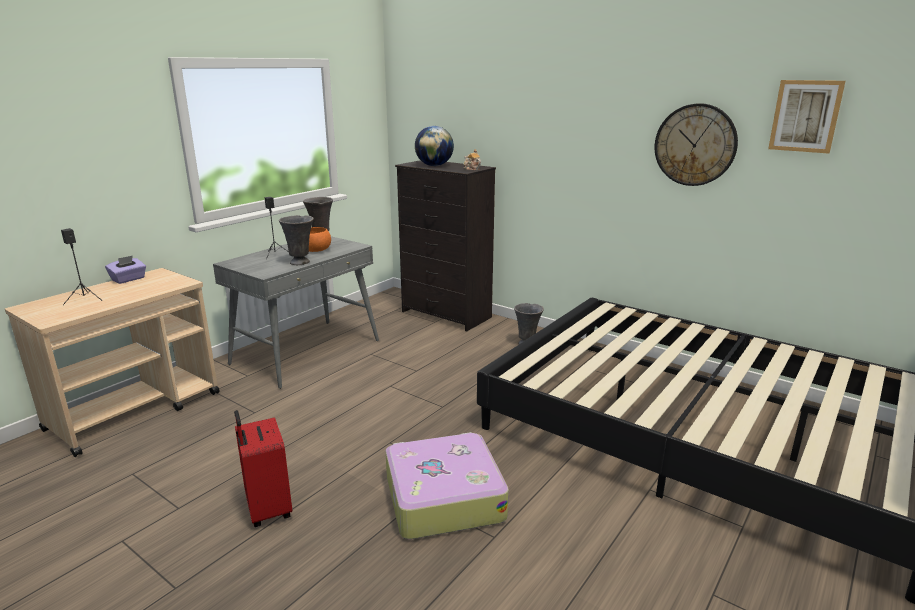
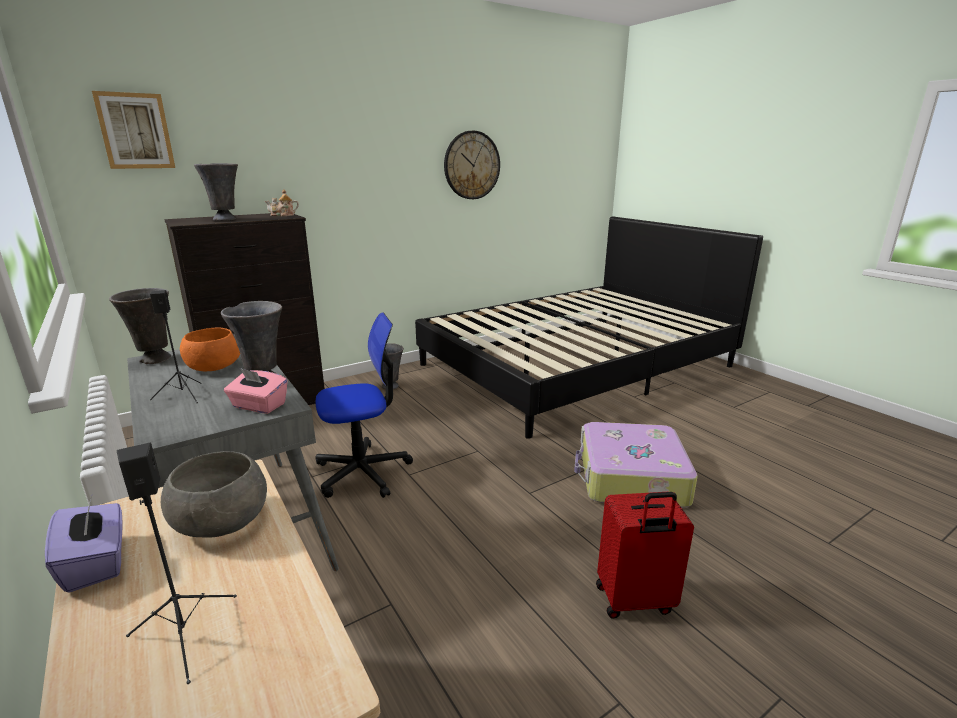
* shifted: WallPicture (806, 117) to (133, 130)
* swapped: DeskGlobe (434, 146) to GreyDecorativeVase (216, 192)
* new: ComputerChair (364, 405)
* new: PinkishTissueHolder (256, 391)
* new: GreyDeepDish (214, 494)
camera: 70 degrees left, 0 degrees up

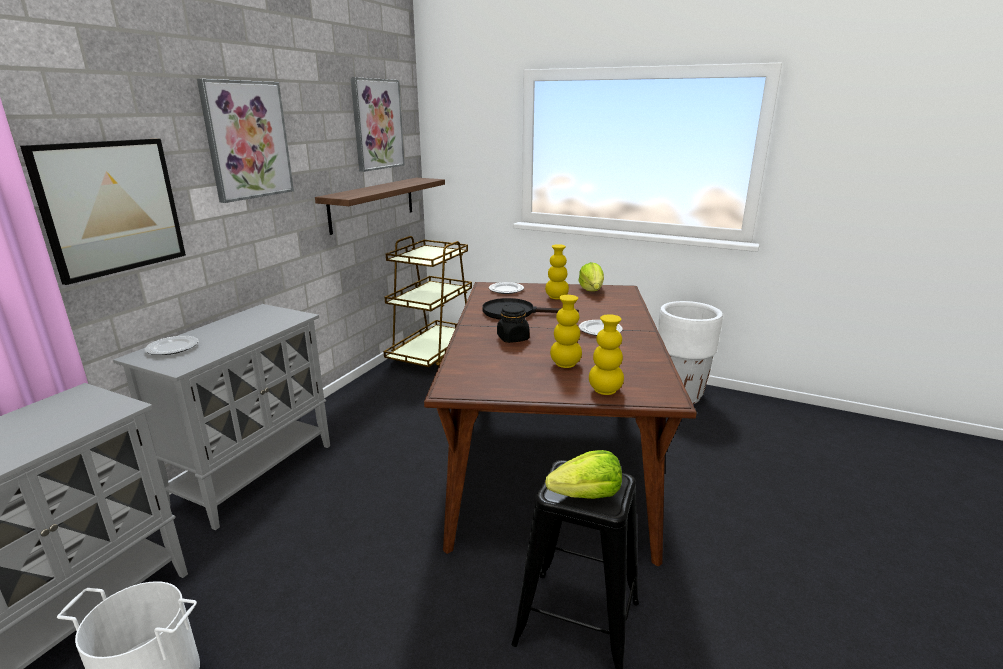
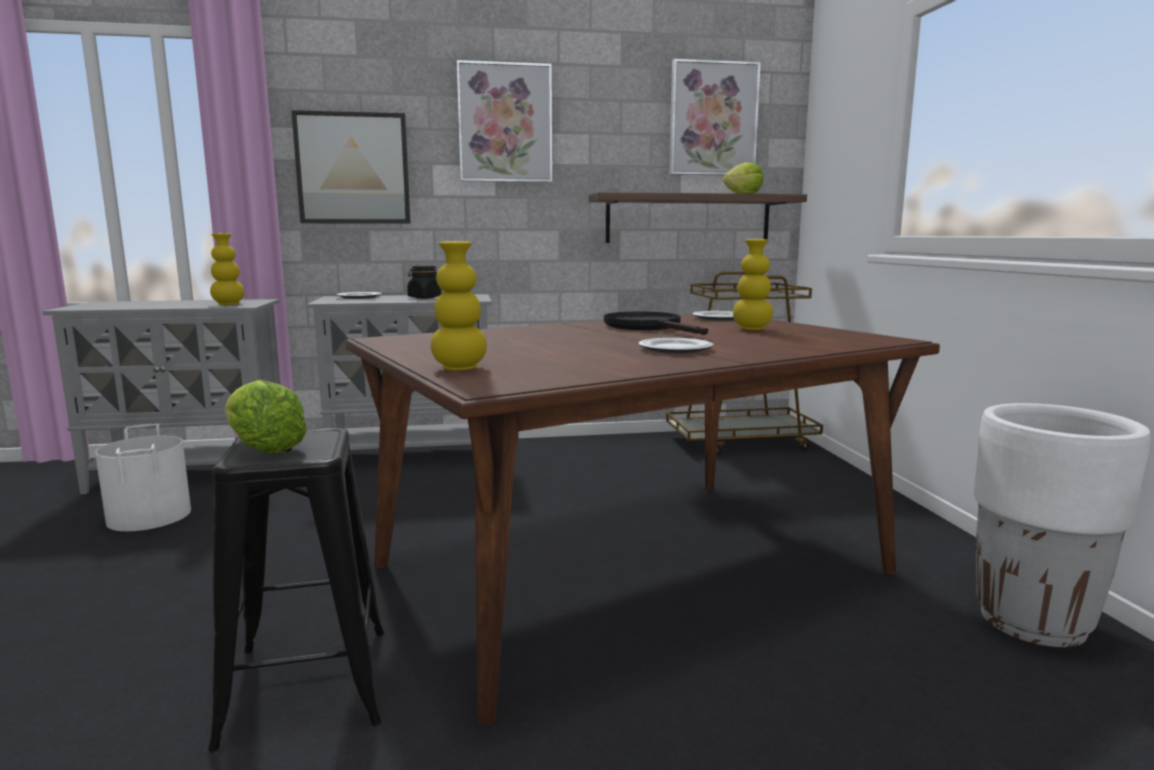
* shifted: HeadOfLettuce (591, 276) to (743, 178)
* shifted: YellowColouredDecorativeVase (566, 331) to (227, 269)
* shifted: BlackColouredStorageJar (513, 323) to (424, 282)
camera: 55 degrees right, 10 degrees down

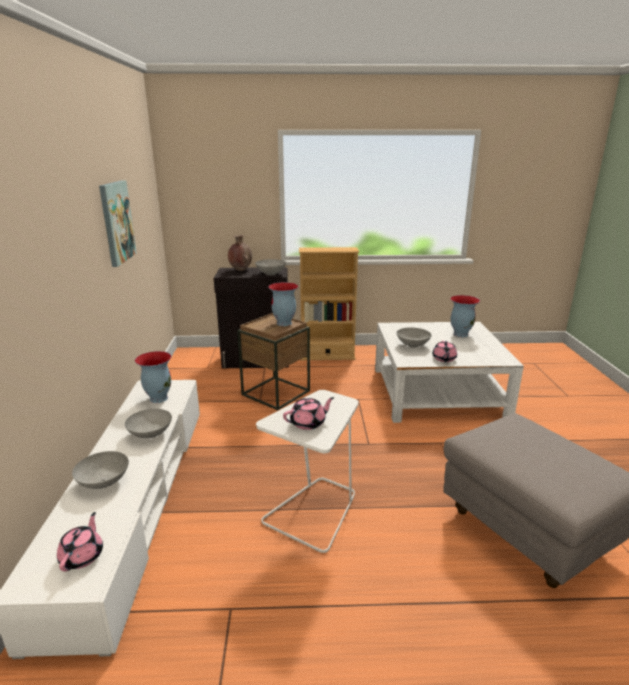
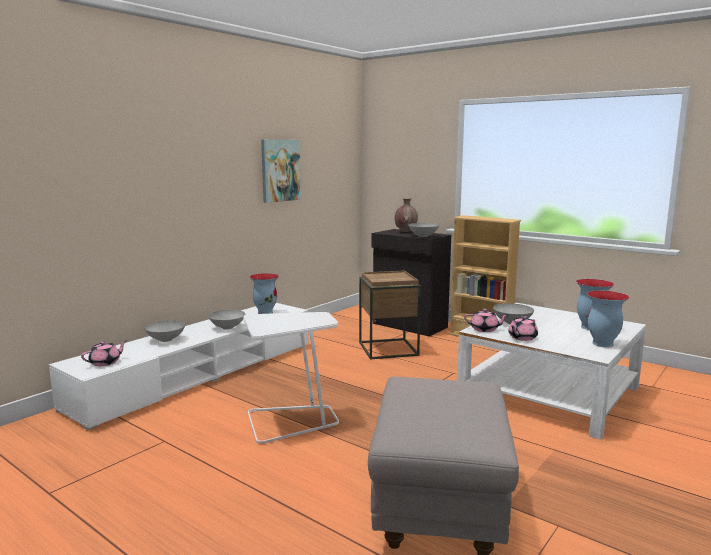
* shifted: DecorativeVase (283, 304) to (608, 318)
* shifted: PinkishTeapot (308, 413) to (486, 320)
camera: 40 degrees right, 10 degrees down

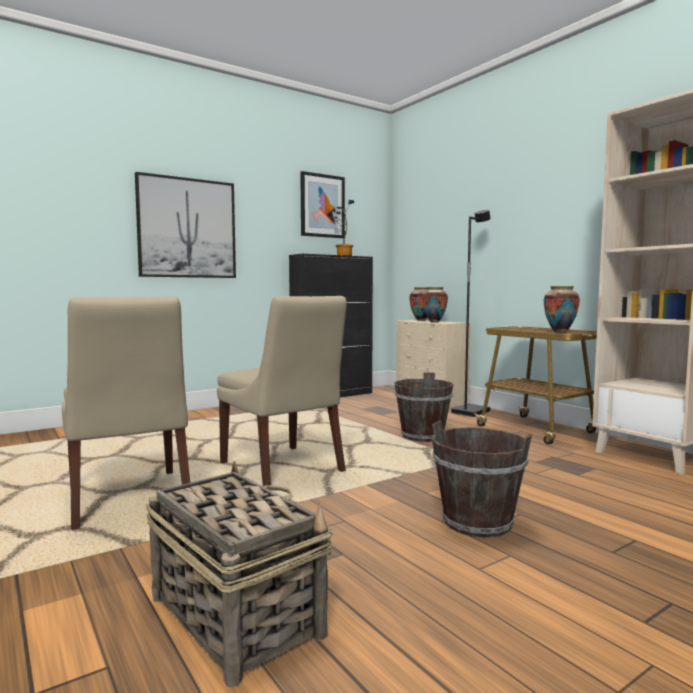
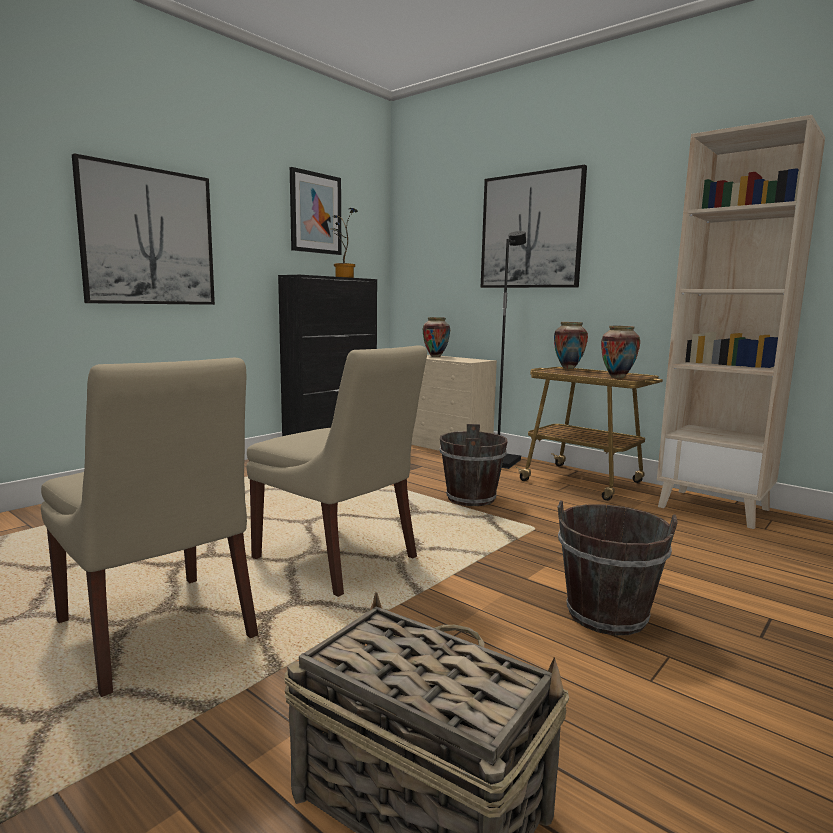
* shifted: DecorativeVase (435, 305) to (571, 345)
* new: WallPicture (534, 226)
camera: 15 degrees left, 5 degrees up

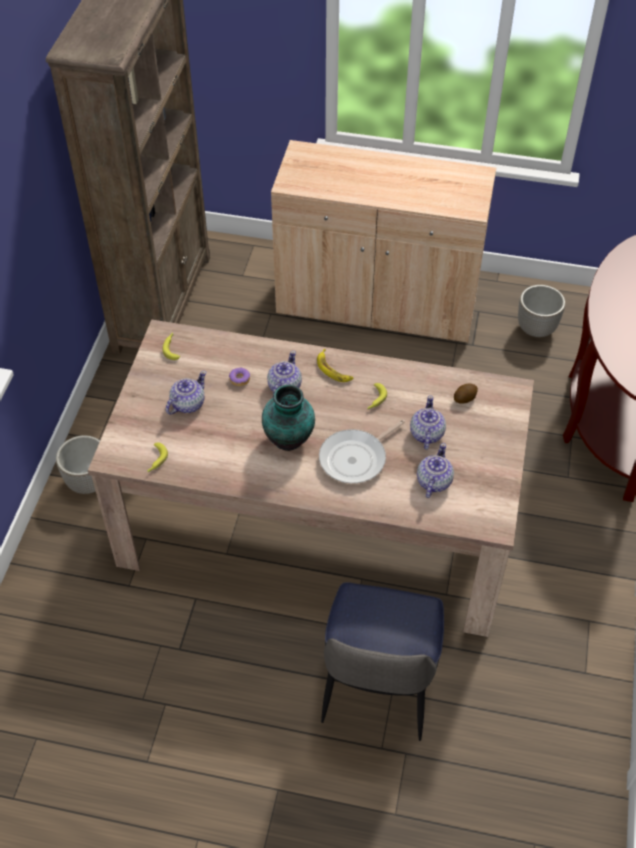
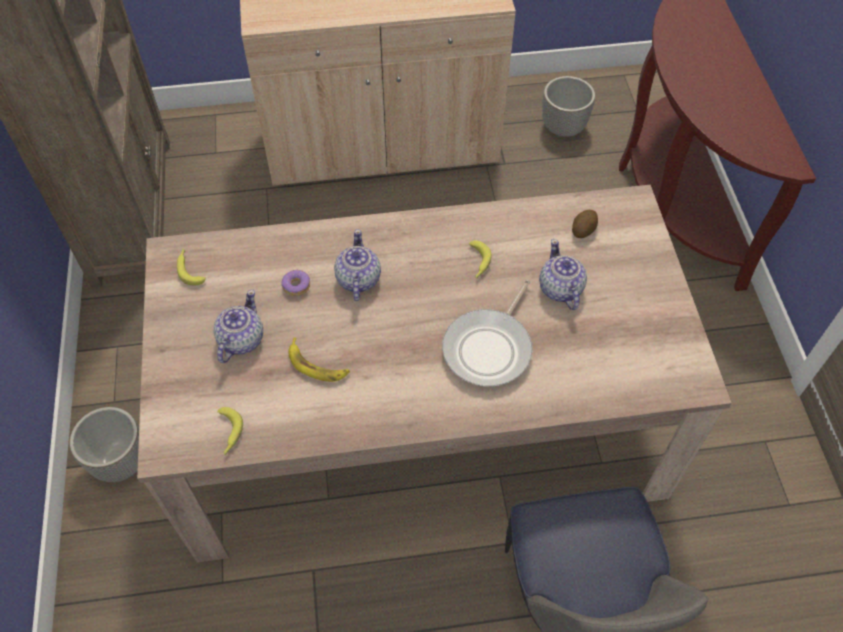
* shifted: BananaFruit (335, 365) to (319, 359)
* gone: DecorativeVase (288, 418)
* gone: Teapot (435, 470)
camera: 20 degrees left, 5 degrees up

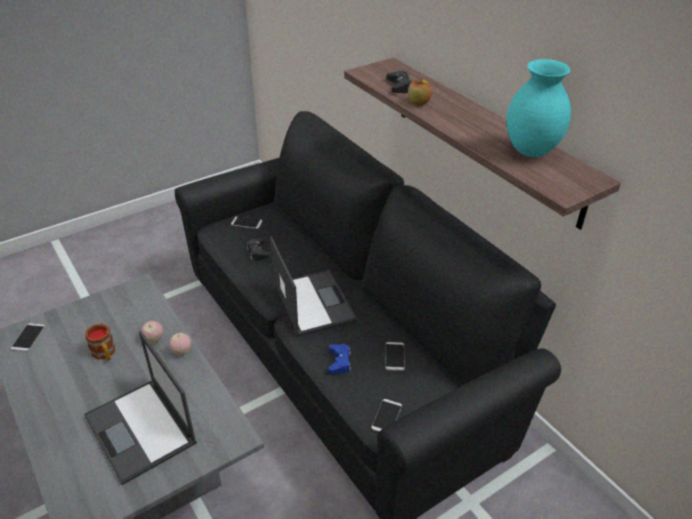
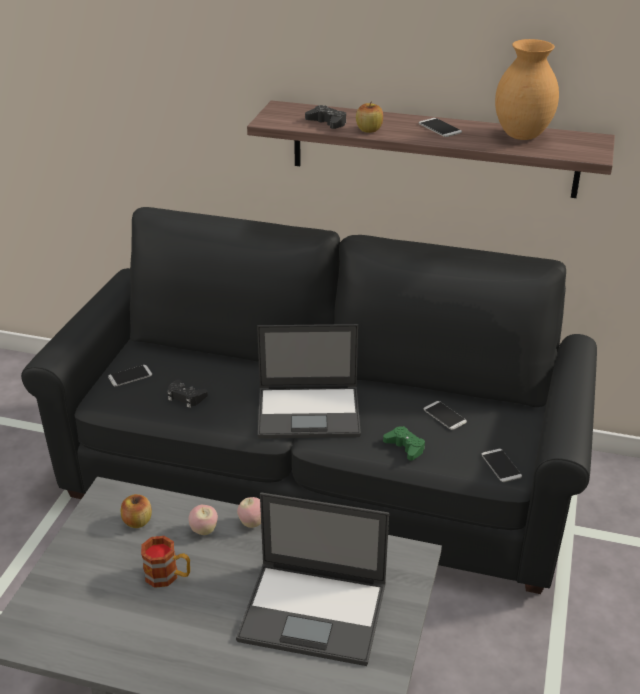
* repainted: TurquoiseColouredDecorativeVase (539, 108) to BrownishDecorativeVase (527, 89)
* rotated: Laptop (313, 286) = (309, 381) 150 degrees clockwise
* shifted: Telephone (28, 337) to (440, 127)
* repainted: BlueColouredGameController (340, 359) to GreenishGameController (404, 443)
* new: AppleFruit (136, 511)
camera: 40 degrees left, 5 degrees down

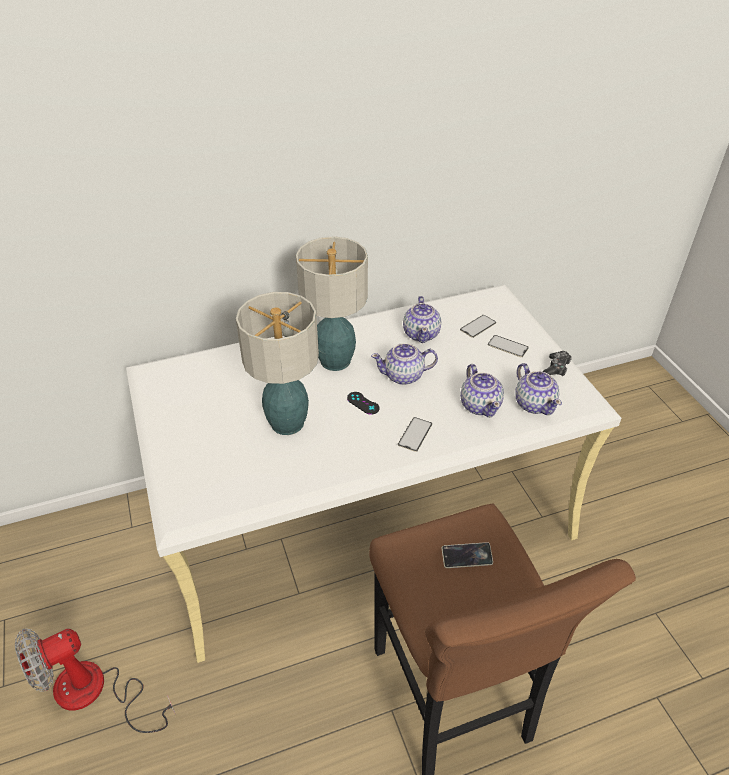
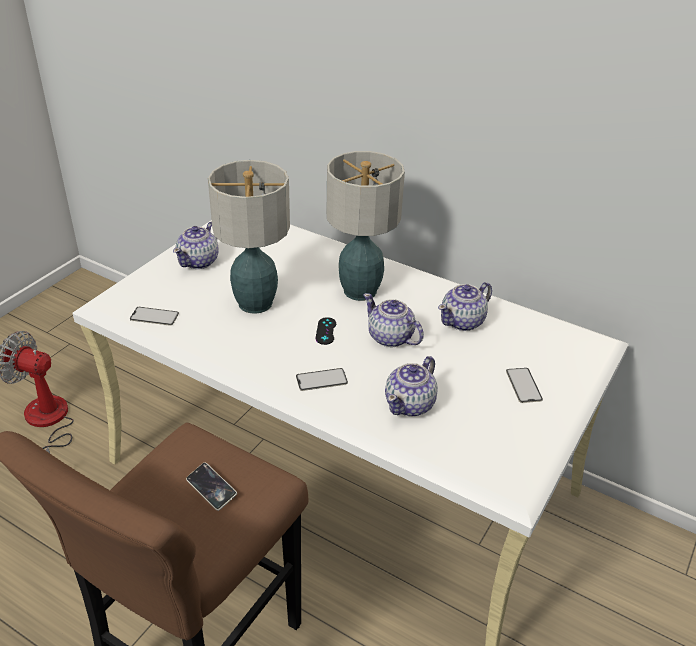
* shifted: Telephone (478, 326) to (154, 316)
* gone: GameController (557, 363)
* shifted: Teapot (538, 389) to (196, 245)
camera: 50 degrees right, 5 degrees down

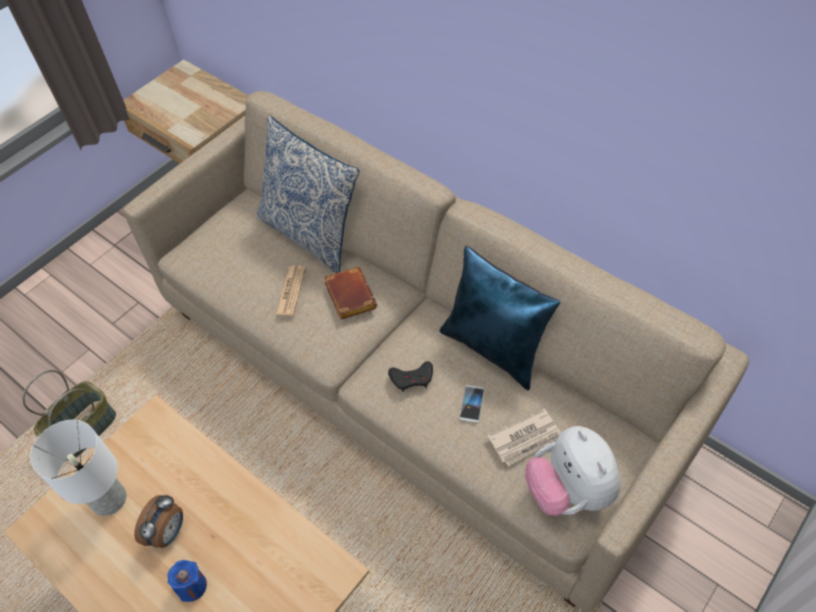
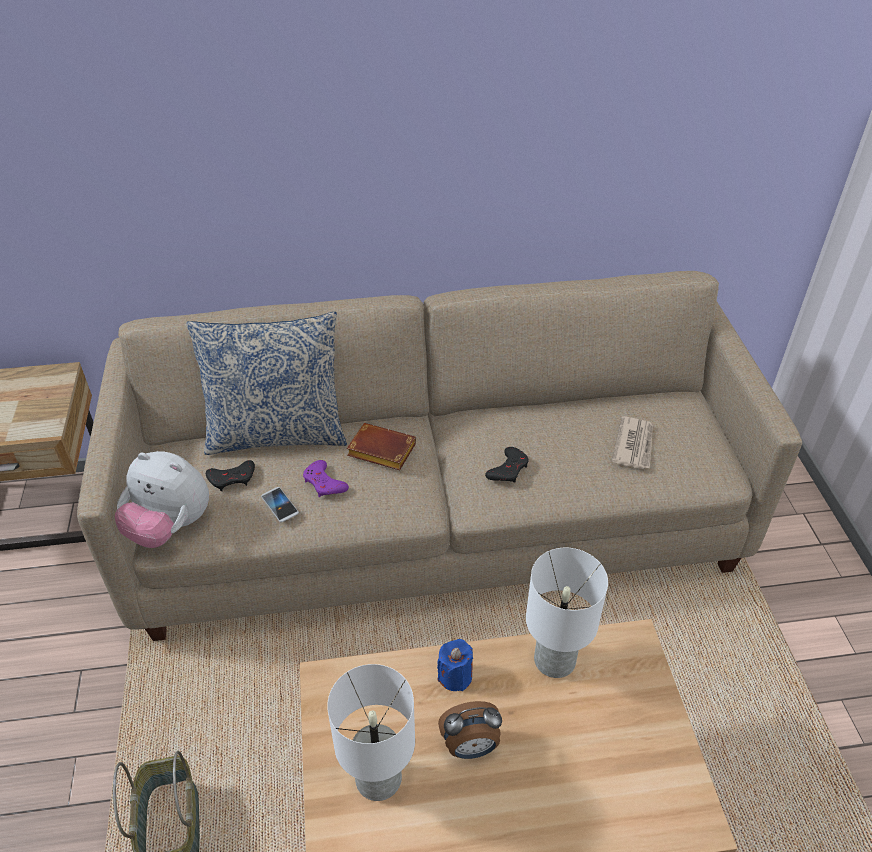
* gone: BlueColouredThrowPillow (500, 318)
* swapped: DailyPaper (291, 290) to PurplishGameController (326, 478)
* shifted: Telephone (472, 404) to (280, 504)
* shifted: SoftToy (573, 471) to (162, 499)
* rotated: TableClock (158, 521) = (470, 730) 105 degrees clockwise
* shifted: BlueColouredWaxCandle (187, 581) to (455, 665)
* new: BlackColouredGameController (230, 475)
* new: WhiteColouredLampForATable (567, 613)
camera: 50 degrees left, 10 degrees down

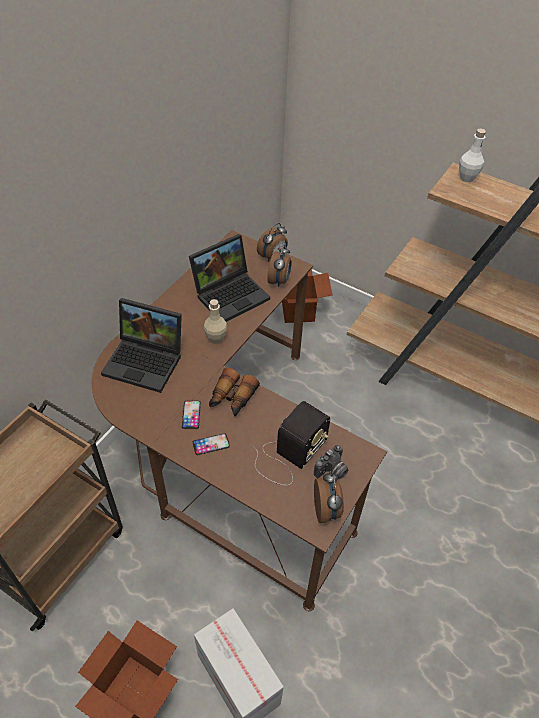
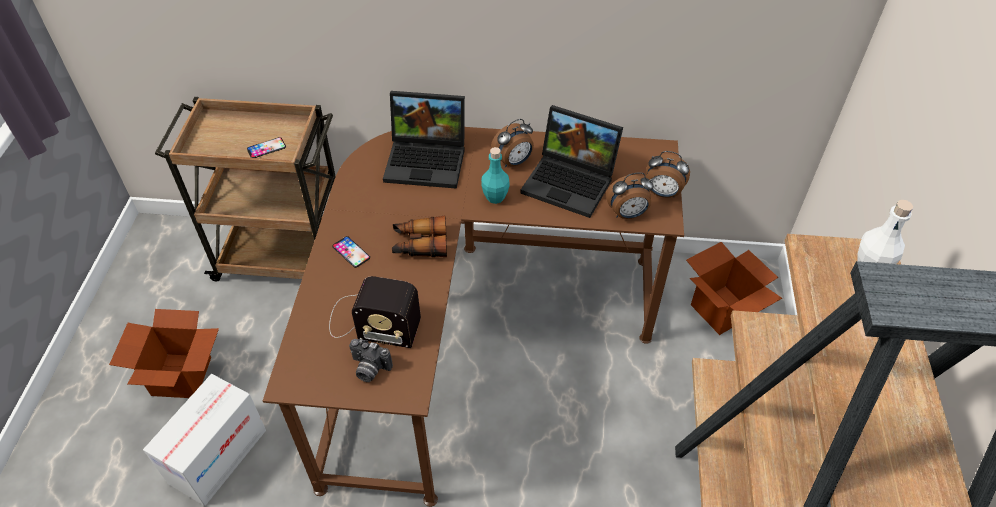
* rotated: Laptop (141, 345) = (424, 140) 75 degrees counterclockwise
* repainted: BeigeBeverageBottle (215, 321) to TurquoiseColouredBeverageBottle (495, 175)
* shifted: Telephone (191, 415) to (266, 147)
* shifted: TableClock (329, 497) to (512, 143)
camera: 65 degrees right, 0 degrees up

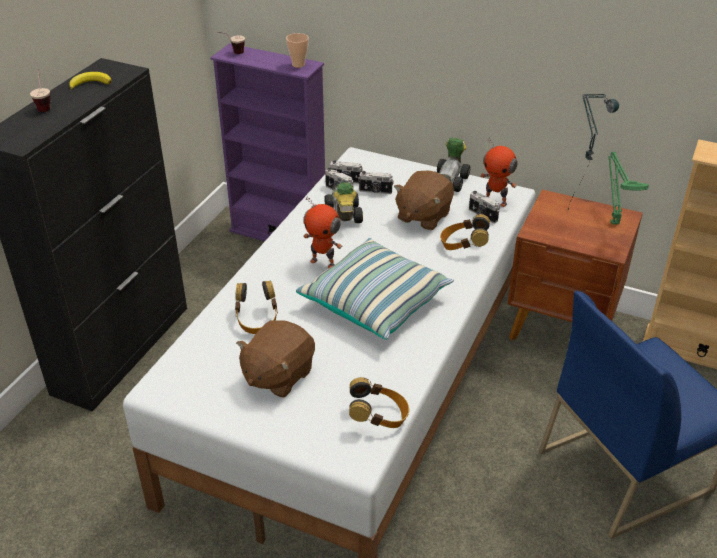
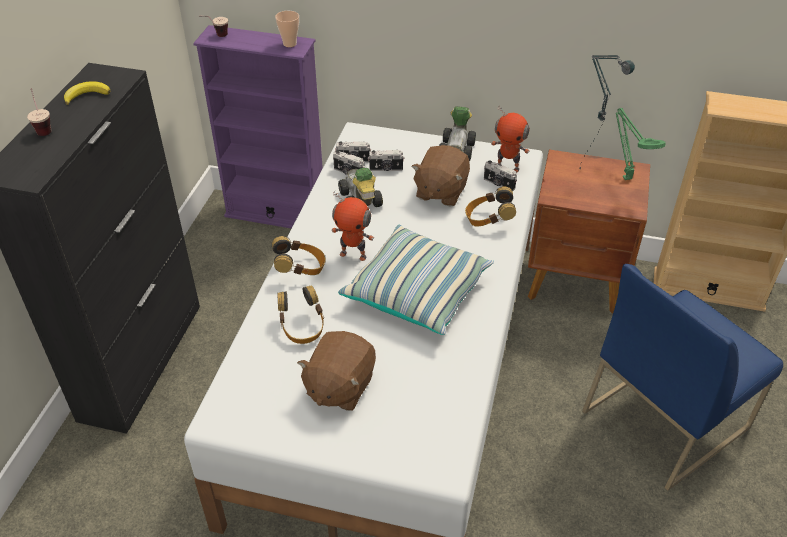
* shifted: Headset (379, 402) to (299, 255)
camera: 10 degrees left, 5 degrees up

